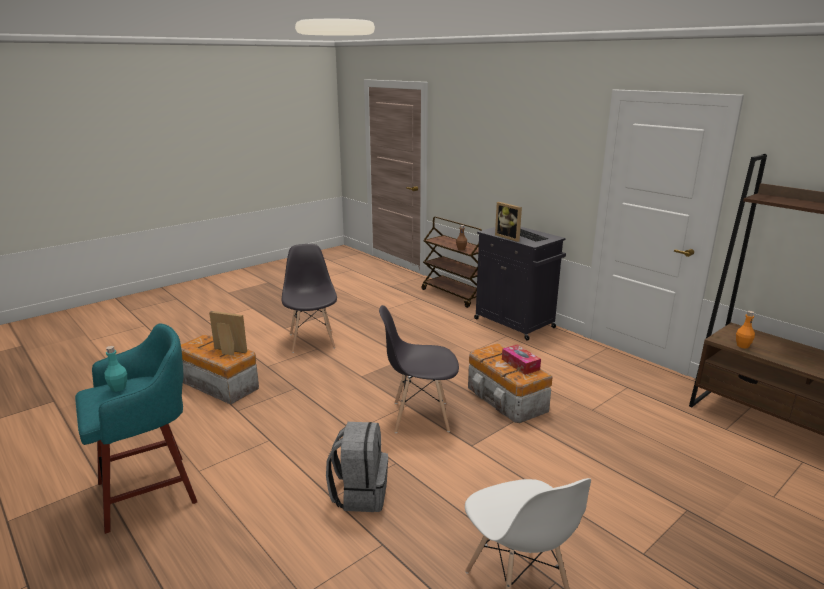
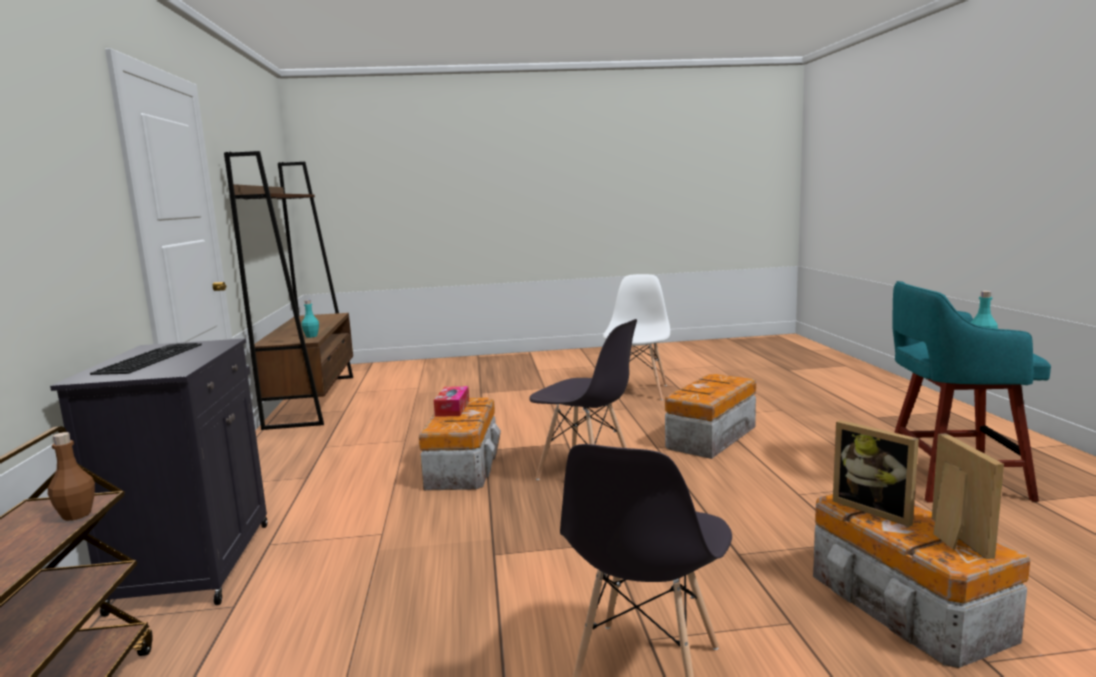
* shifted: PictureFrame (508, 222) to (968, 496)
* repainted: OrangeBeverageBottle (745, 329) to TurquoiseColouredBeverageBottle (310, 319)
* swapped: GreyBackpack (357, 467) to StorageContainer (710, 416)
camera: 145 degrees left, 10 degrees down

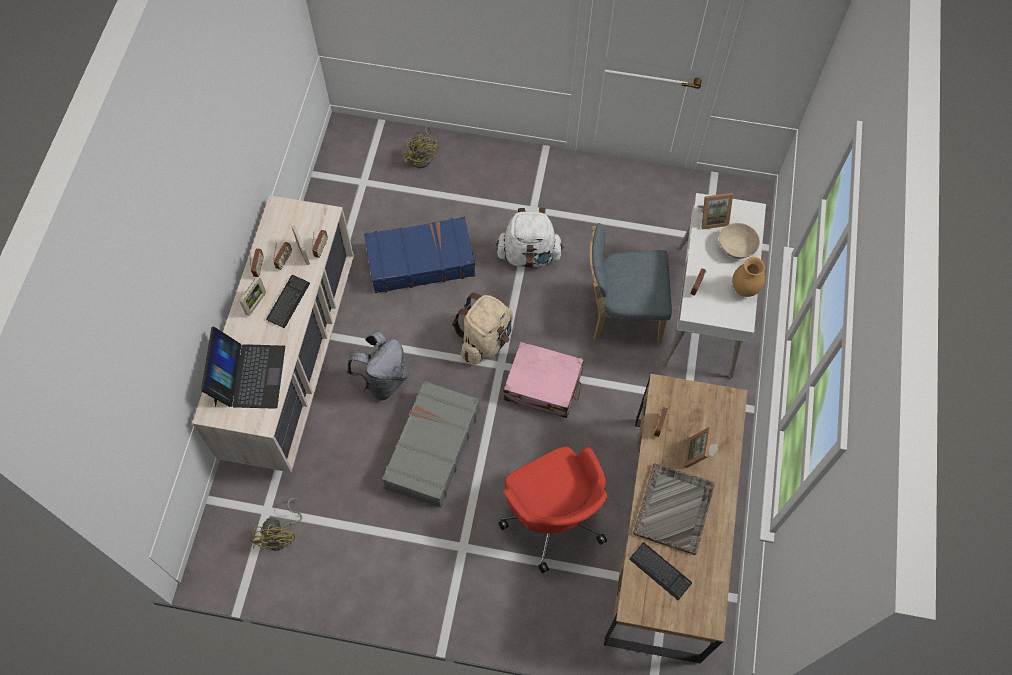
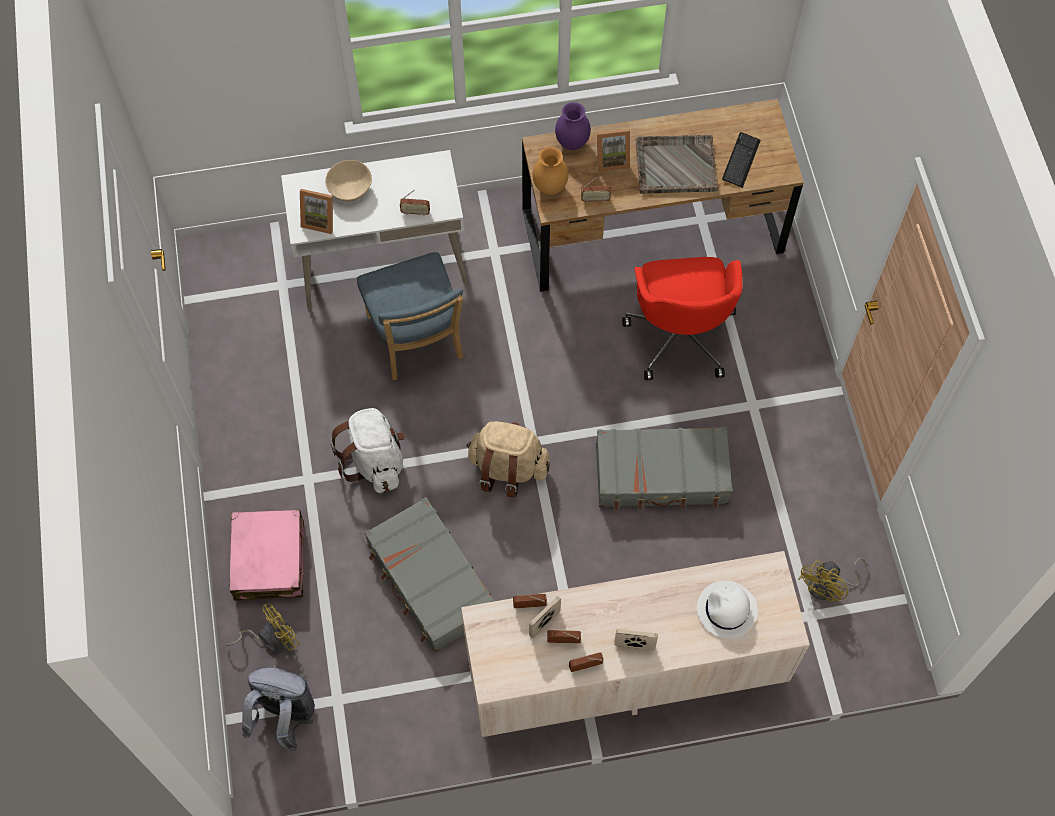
* rotated: PictureFrame (715, 211) = (316, 211) 135 degrees clockwise
* repainted: BlueColouredSuitcase (419, 255) to GreySuitcase (429, 574)
* shifted: BrownishDecorativeVase (748, 277) to (550, 171)
* gone: PcKeyboard (288, 301)
* swapped: Laptop (243, 368) to WhiteColouredClothingHat (727, 609)
* shifted: GreyBackpack (377, 366) to (278, 709)
* shifted: PinkishSuitcase (544, 380) to (267, 555)
* rotated: ReddishComputerChair (552, 510) = (682, 318) 135 degrees clockwise
* rotated: YellowColouredCoolingFan (275, 524) = (832, 579) 150 degrees clockwise
* new: PurplishDecorativeVase (573, 126)
camera: 110 degrees left, 0 degrees up

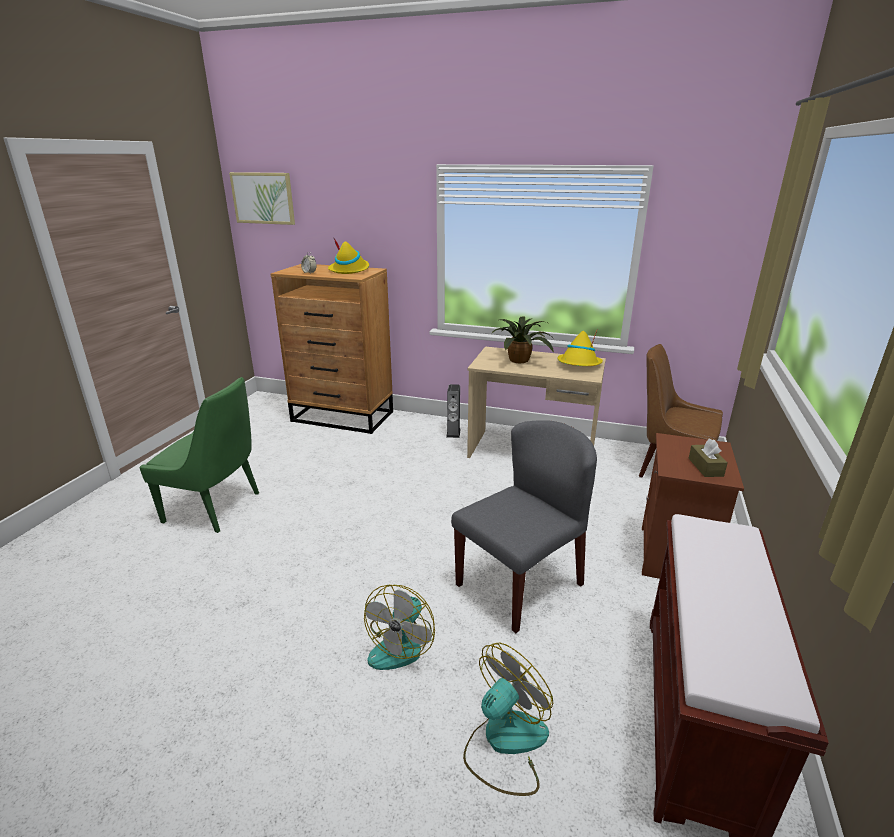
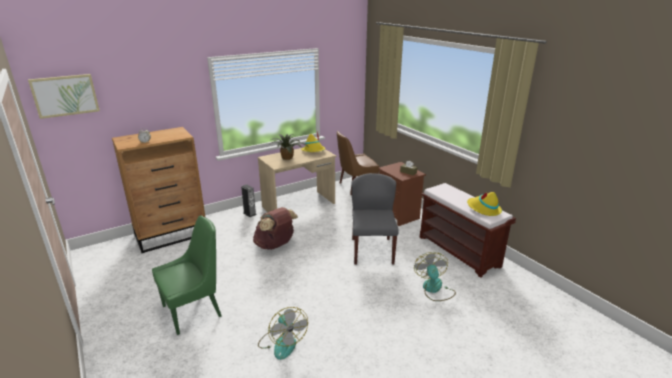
* shifted: YellowColouredClothingHat (348, 255) to (484, 204)
* shifted: CoolingFan (399, 627) to (283, 333)
* new: BrownishBackpack (275, 228)
camera: 50 degrees left, 0 degrees up

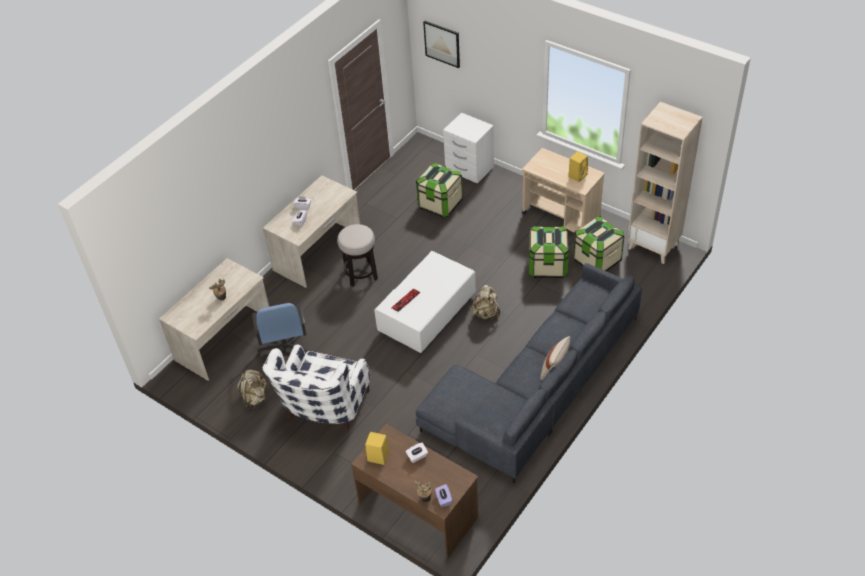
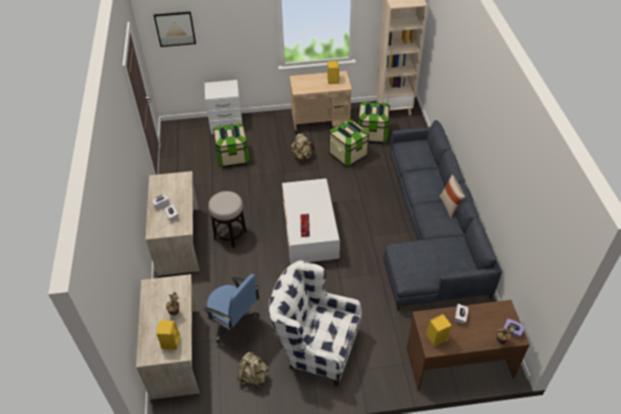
* shifted: BeigeBackpack (486, 302) to (303, 147)
* rotated: WhiteColouredEasyChair (316, 388) = (315, 323) 135 degrees clockwise
* new: YellowColouredAudioSpeaker (168, 335)
camera: 45 degrees left, 0 degrees up

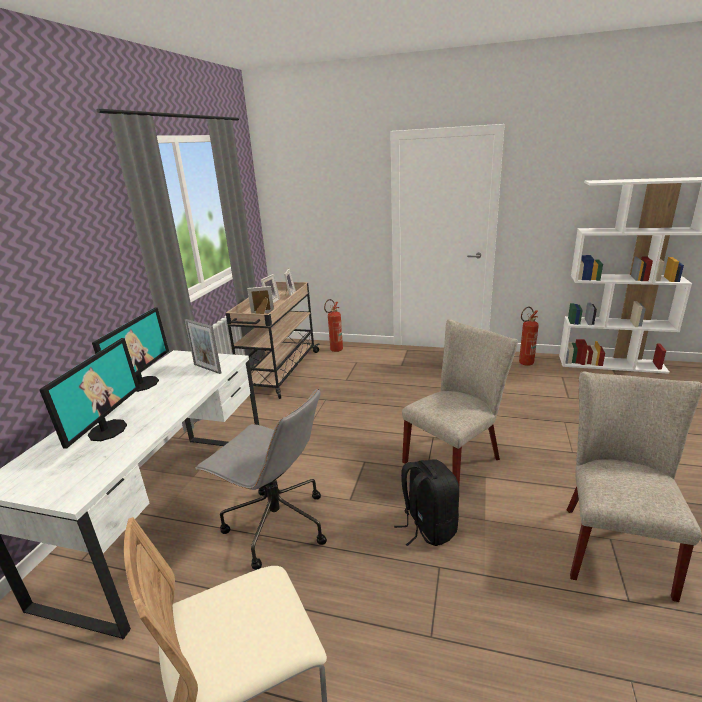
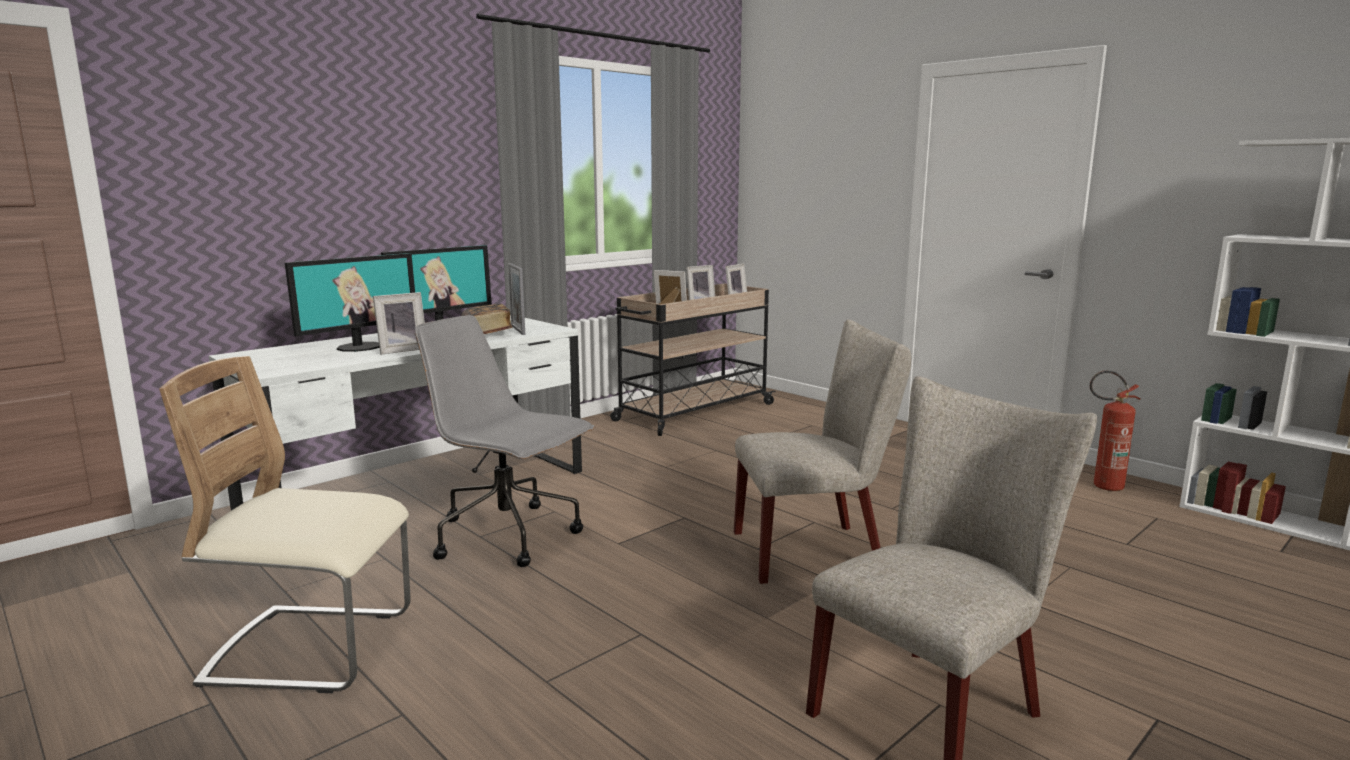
* gone: FireFightingCylinder (333, 325)
* rotated: GreyComputerChair (261, 479) = (504, 441) 150 degrees clockwise
* gone: BlackColouredBackpack (426, 503)
* new: PictureFrame (399, 323)
* new: Volume (486, 319)
camera: 30 degrees right, 10 degrees down

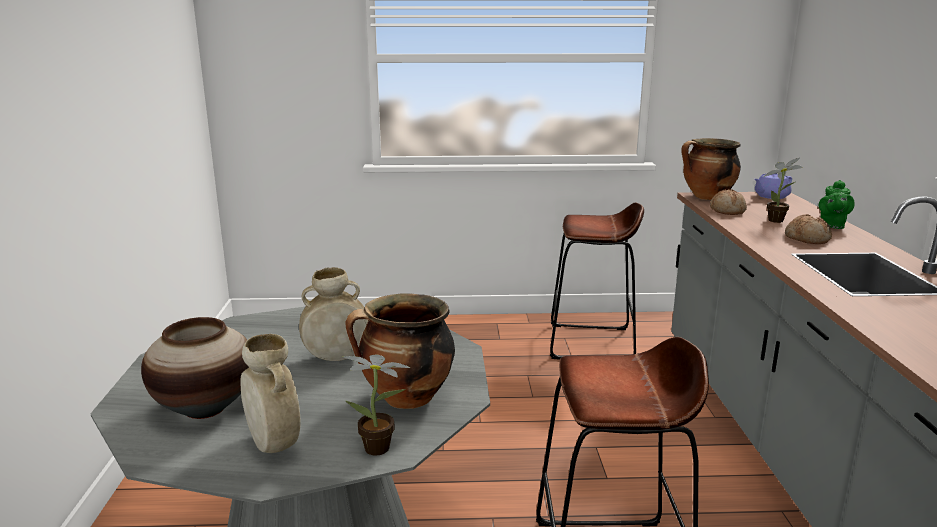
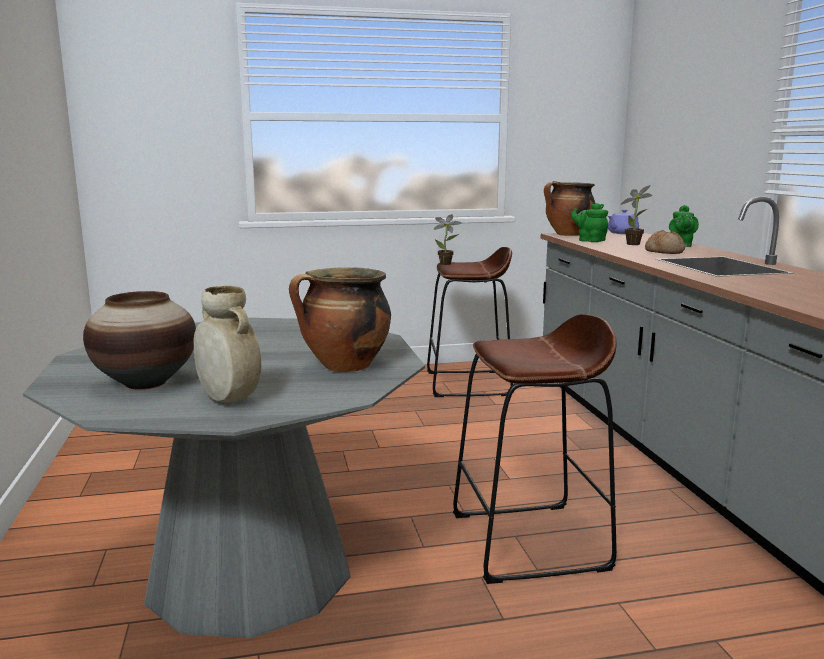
* swapped: BakedBread (728, 202) to GreenishTeapot (589, 222)
* gone: BeigeDecorativeVase (334, 314)
* shifted: PottedPlant (377, 405) to (448, 239)
camera: 10 degrees left, 5 degrees down

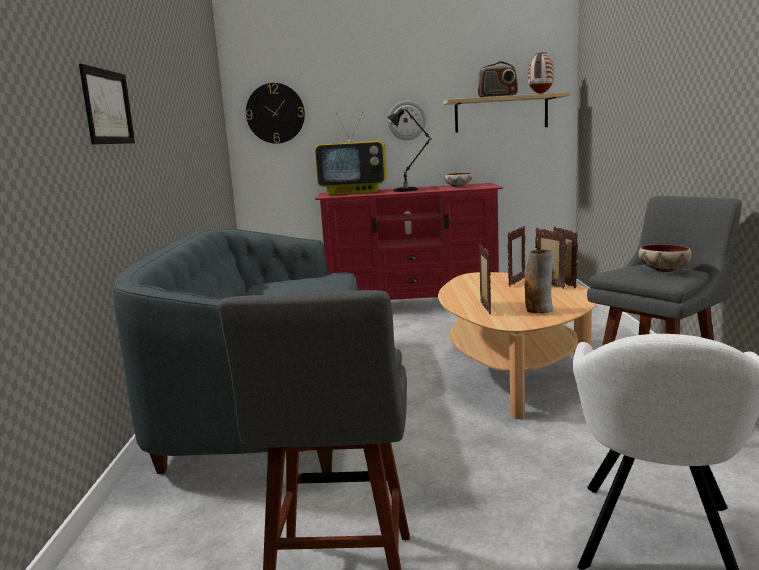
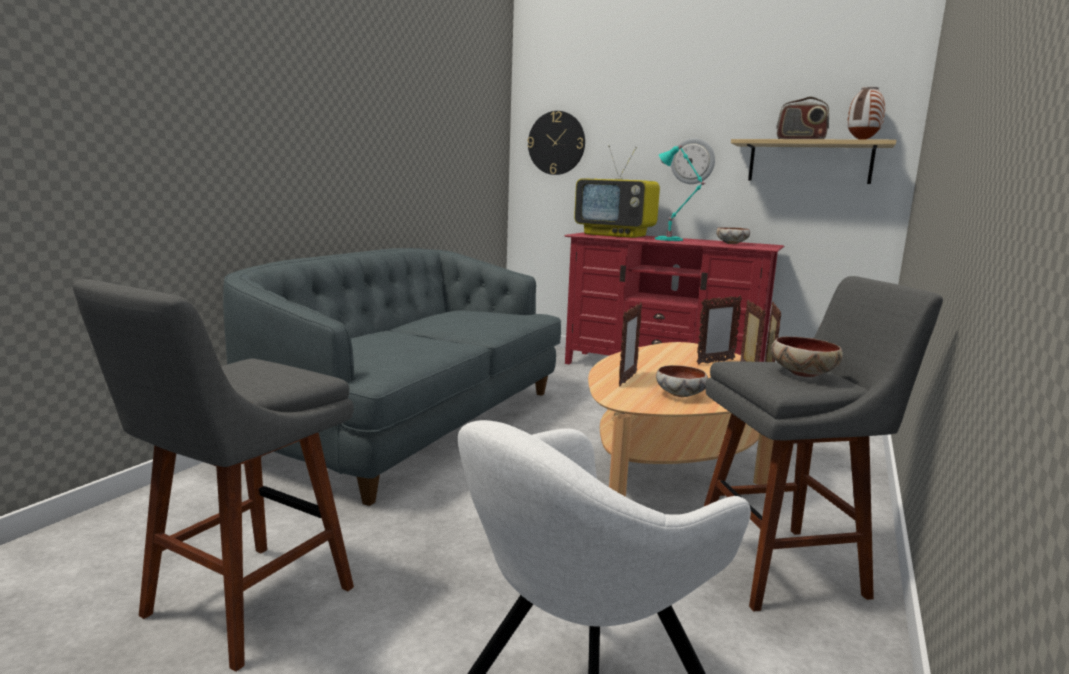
* gone: WallPicture (107, 104)
* repainted: BlackColouredLampForATable (410, 150) to TurquoiseColouredLampForATable (680, 193)
* swapped: DecorativeVase (539, 281) to DeepDish (682, 381)
camera: 25 degrees right, 0 degrees up

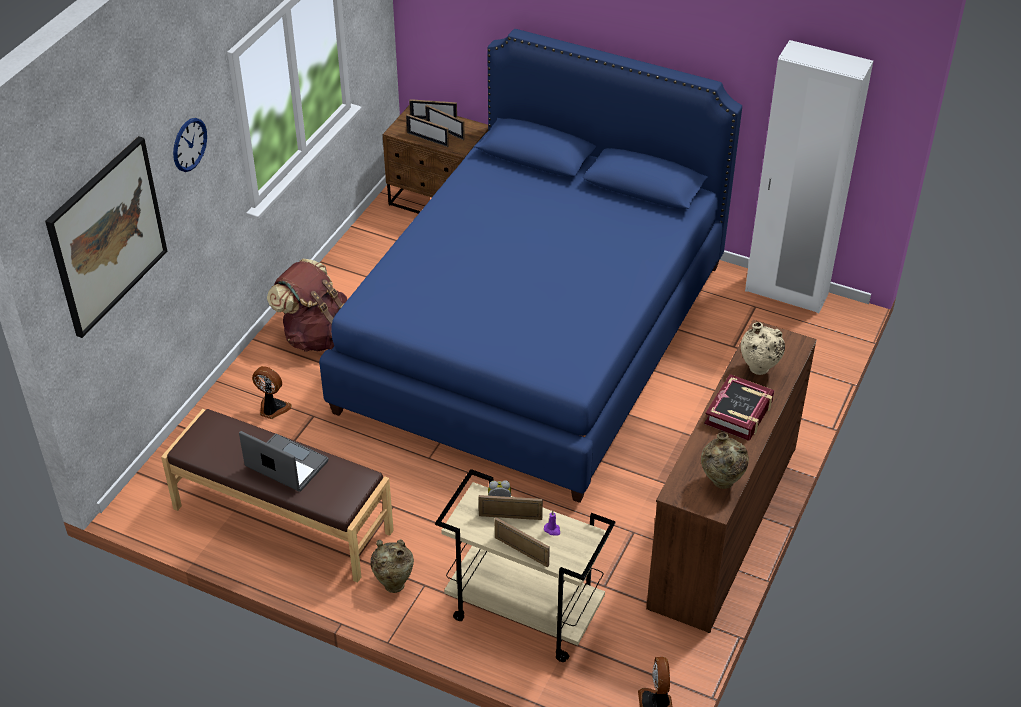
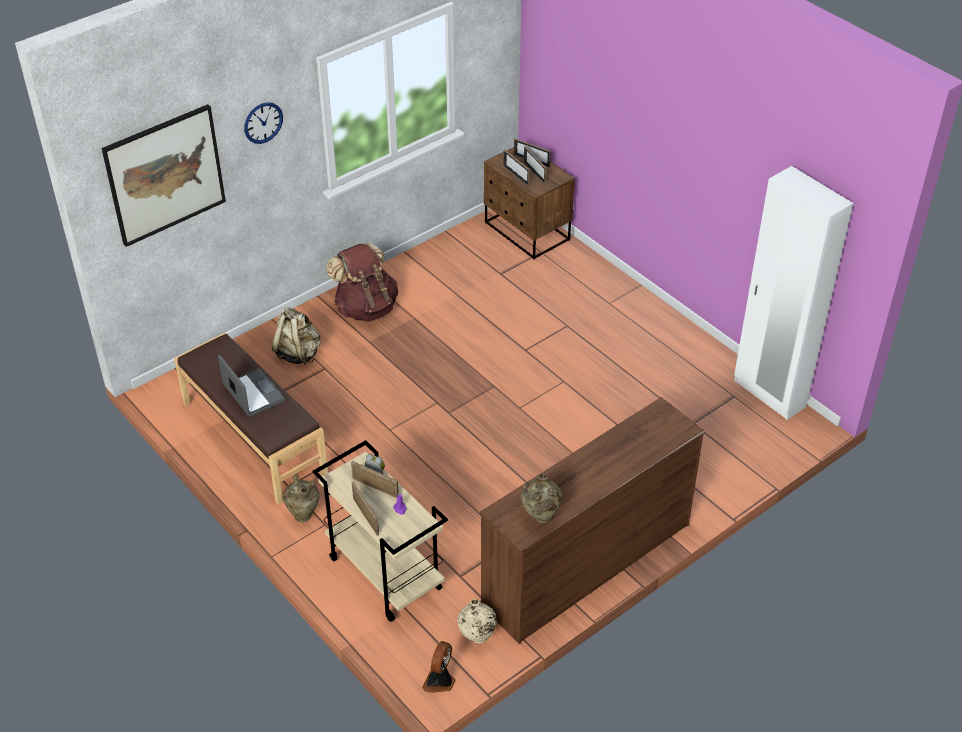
* gone: BlueColouredBed (530, 266)
* shifted: BeigeDecorativeVase (763, 348) to (477, 621)
* swapped: CoolingFan (272, 392) to BeigeBackpack (296, 336)
* gone: Volume (739, 407)
camera: 25 degrees right, 0 degrees up

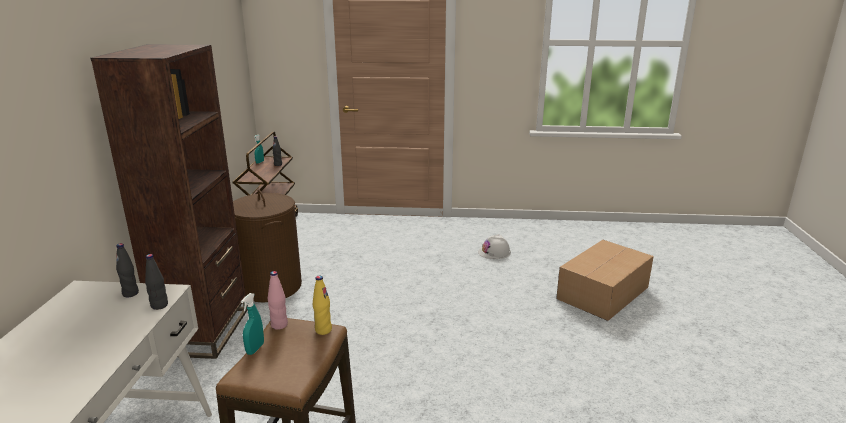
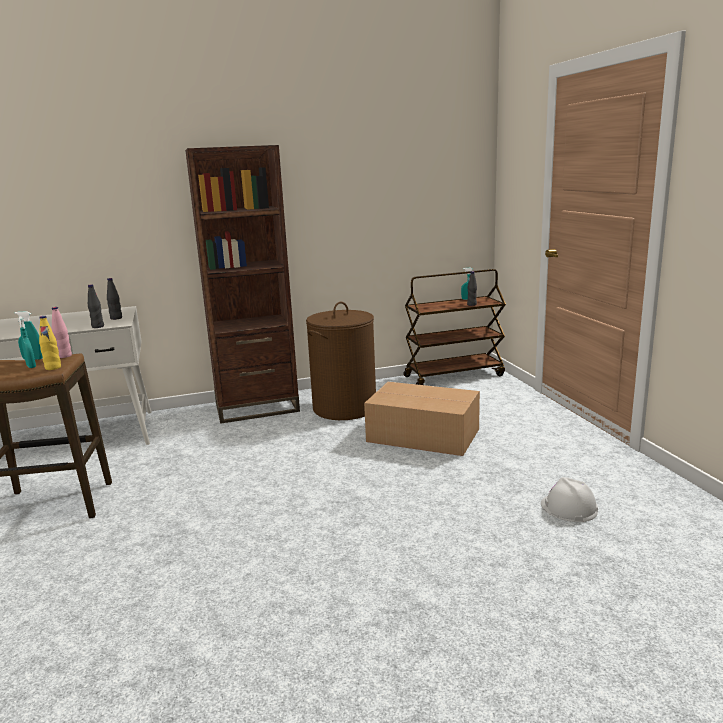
* shifted: CardboardBox (605, 280) to (422, 419)
* new: TurquoiseColouredSprayBottle (27, 342)
camera: 70 degrees right, 5 degrees down

